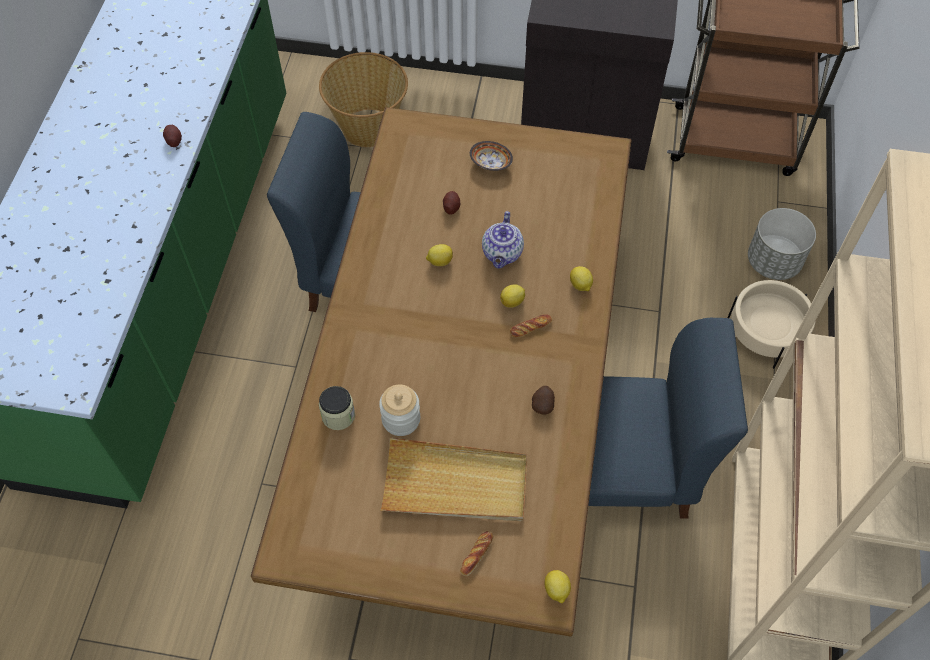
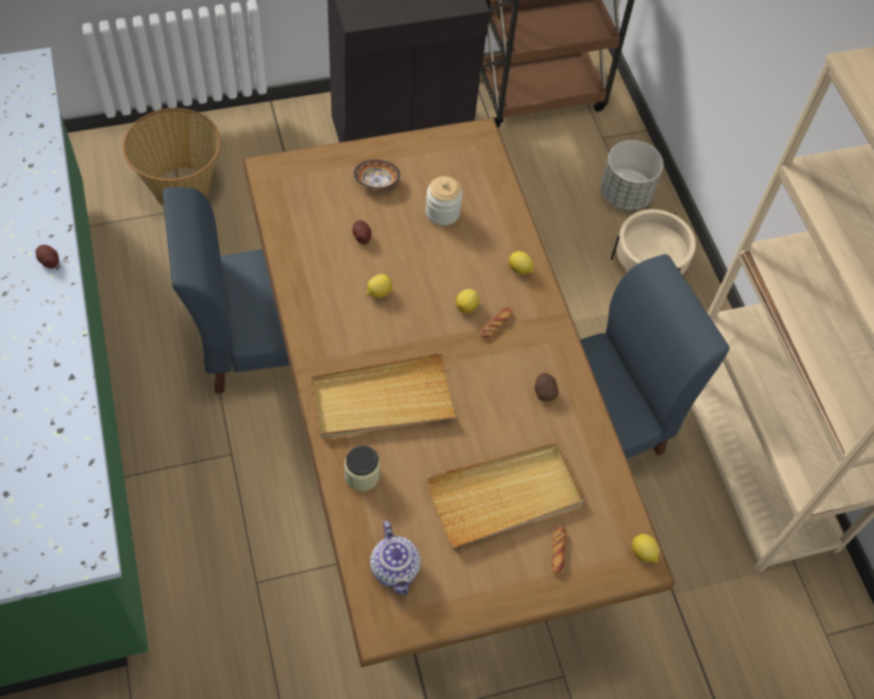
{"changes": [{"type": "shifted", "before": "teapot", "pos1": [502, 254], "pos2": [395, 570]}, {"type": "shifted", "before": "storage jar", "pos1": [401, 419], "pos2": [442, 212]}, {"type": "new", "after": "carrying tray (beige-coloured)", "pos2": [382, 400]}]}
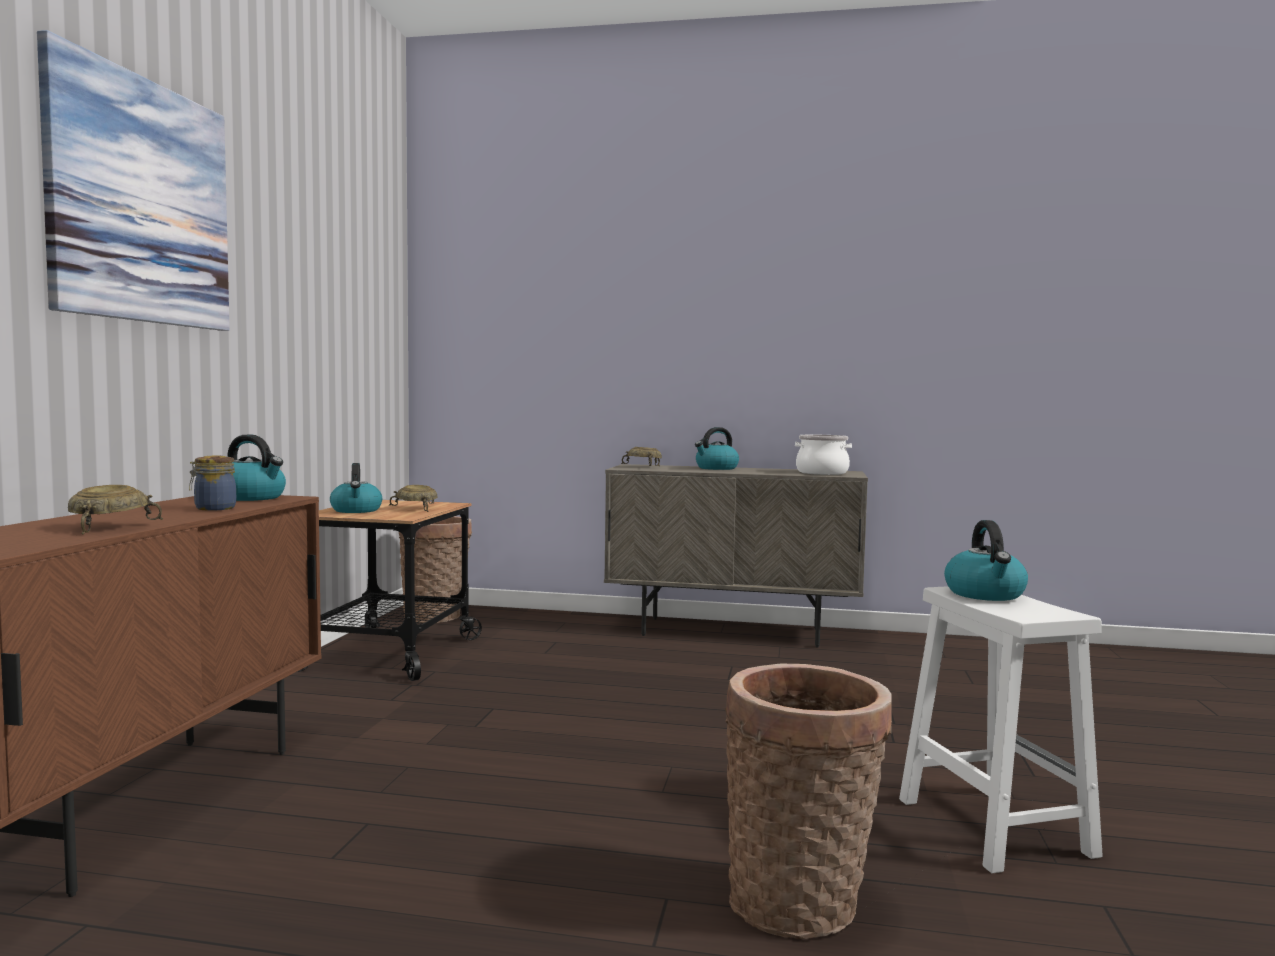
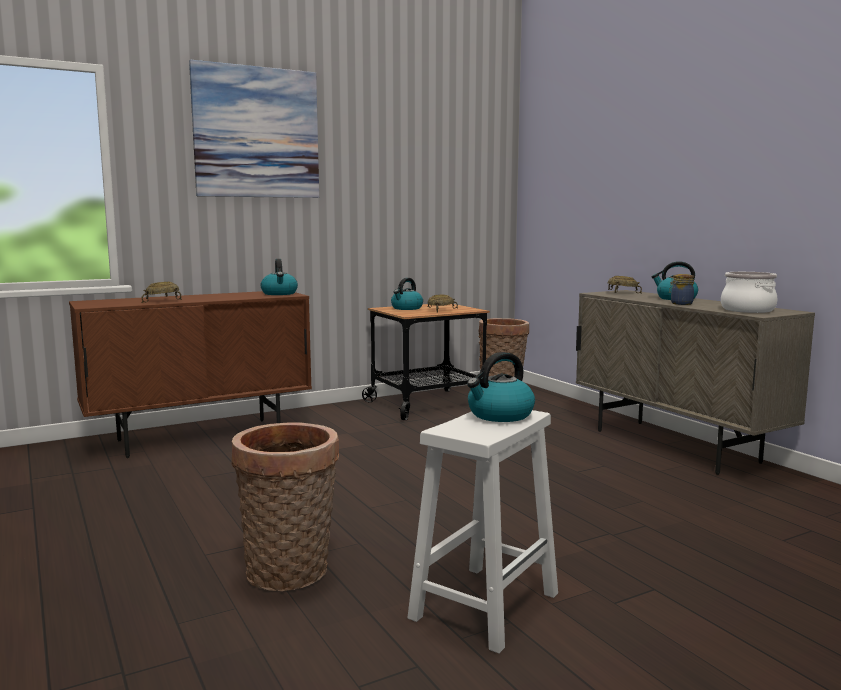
{"changes": [{"type": "shifted", "before": "storage jar", "pos1": [213, 508], "pos2": [680, 303]}]}
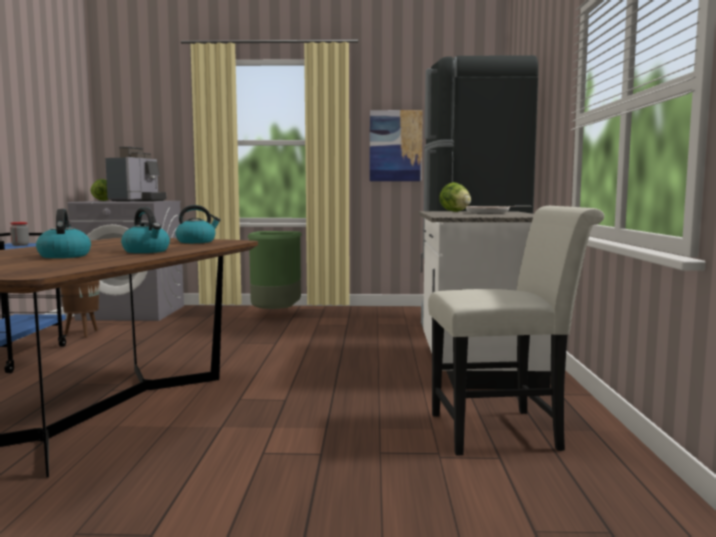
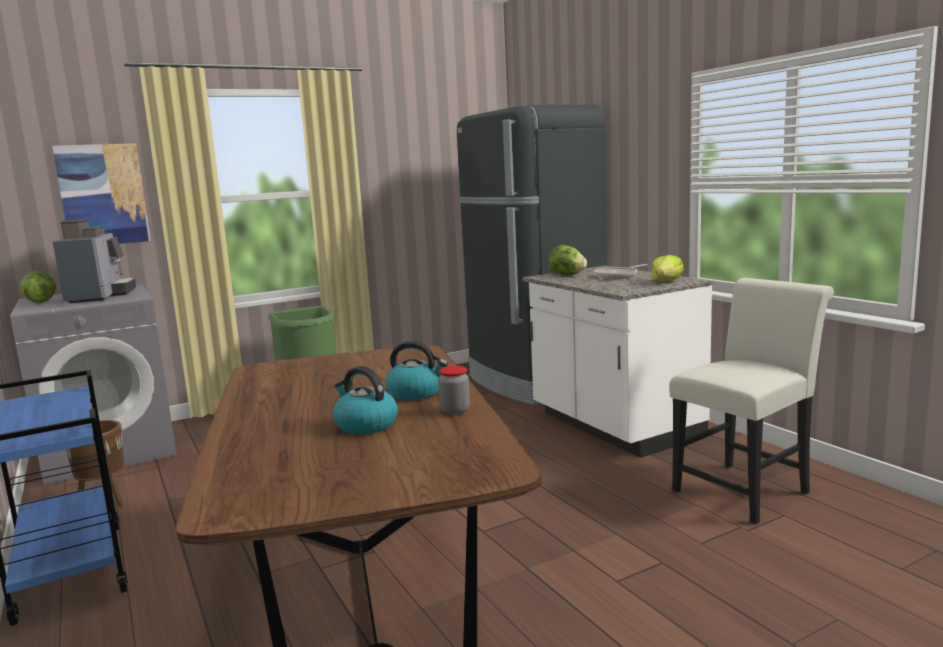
{"changes": [{"type": "shifted", "before": "picture", "pos1": [395, 146], "pos2": [103, 195]}, {"type": "gone", "before": "tea kettle", "pos1": [196, 242]}, {"type": "shifted", "before": "storage jar", "pos1": [20, 245], "pos2": [455, 411]}, {"type": "new", "after": "lettuce", "pos2": [666, 281]}]}
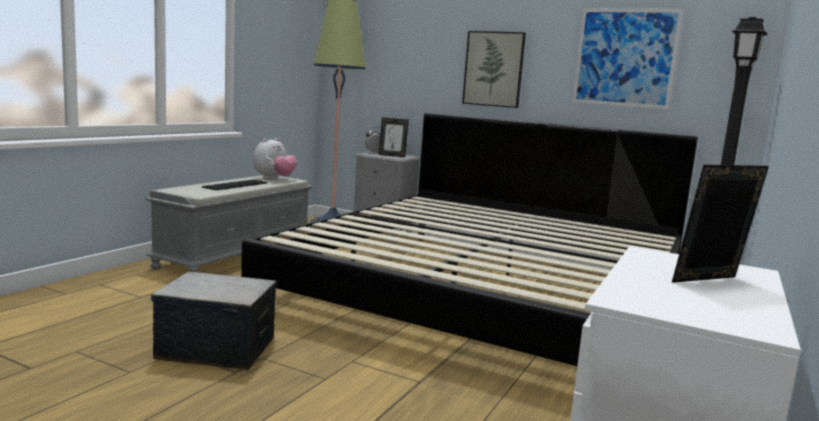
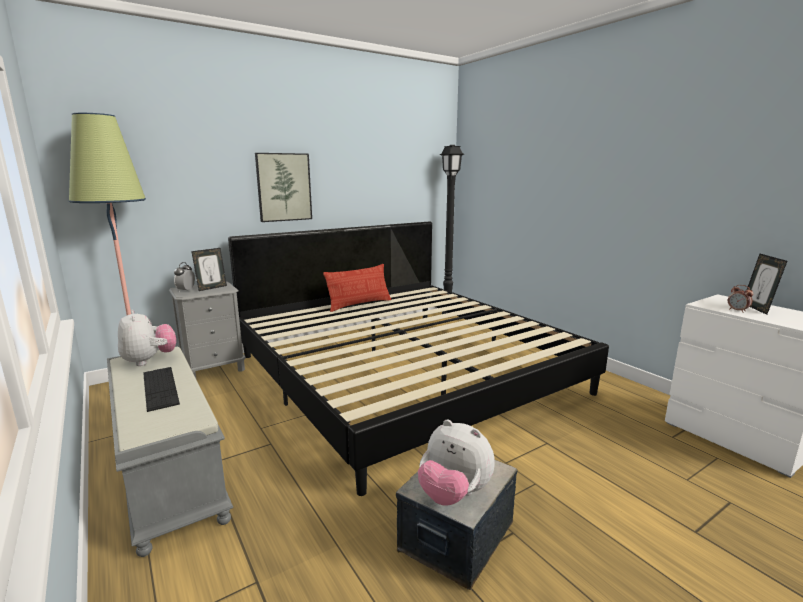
{"changes": [{"type": "gone", "before": "picture", "pos1": [625, 58]}, {"type": "new", "after": "pillow", "pos2": [359, 304]}, {"type": "new", "after": "alarm clock", "pos2": [737, 310]}, {"type": "new", "after": "cuddly toy", "pos2": [453, 494]}]}
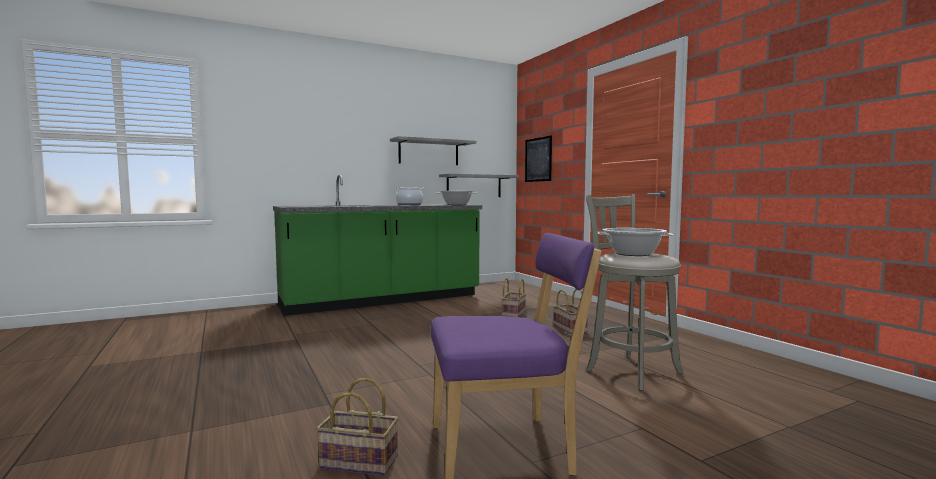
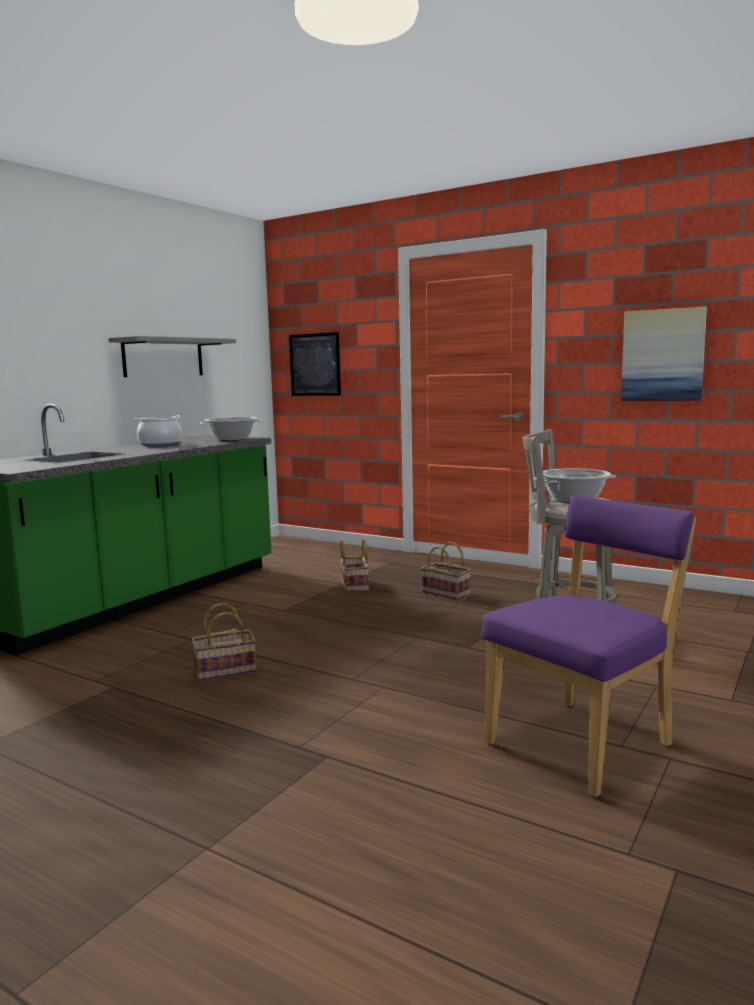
{"changes": [{"type": "gone", "before": "bracket shelf (greyish)", "pos1": [474, 186]}, {"type": "shifted", "before": "household basket", "pos1": [356, 462], "pos2": [224, 671]}, {"type": "new", "after": "picture", "pos2": [663, 355]}]}
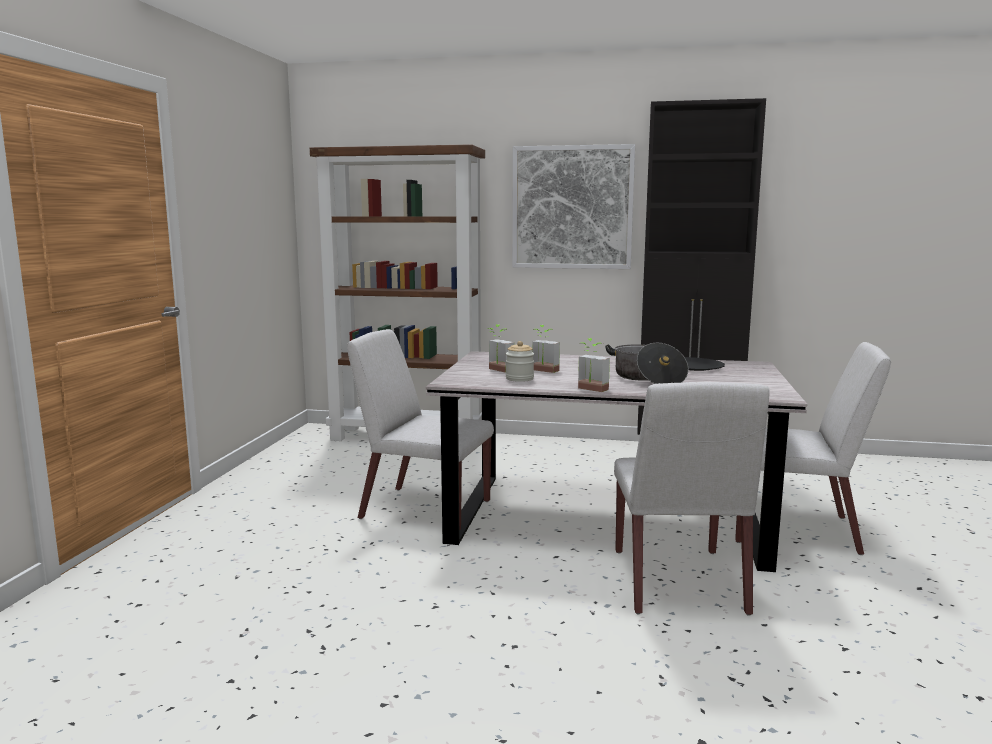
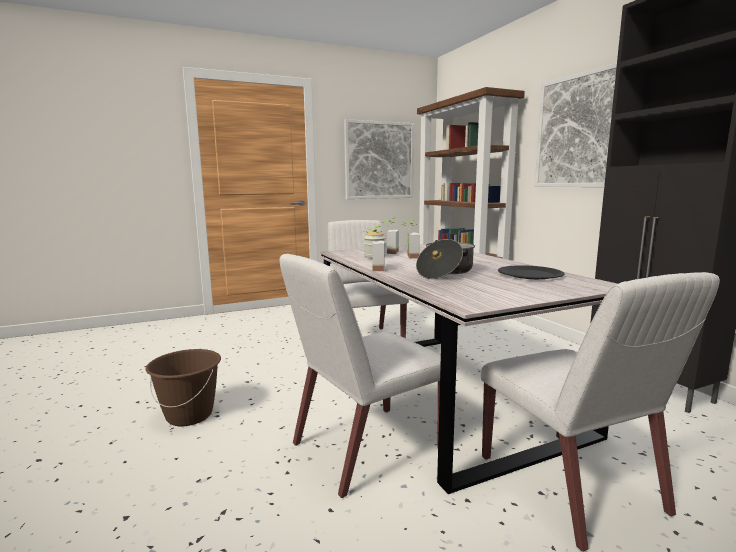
{"changes": [{"type": "new", "after": "picture", "pos2": [379, 160]}, {"type": "new", "after": "bucket (brown)", "pos2": [190, 415]}]}
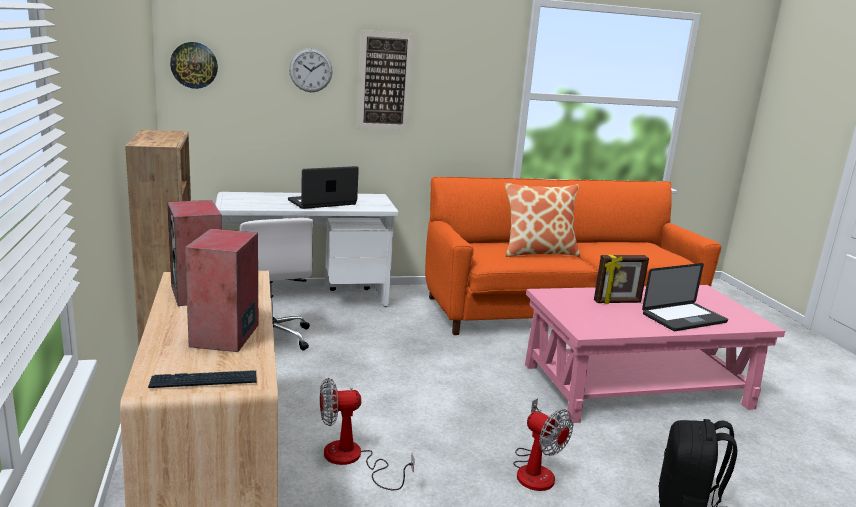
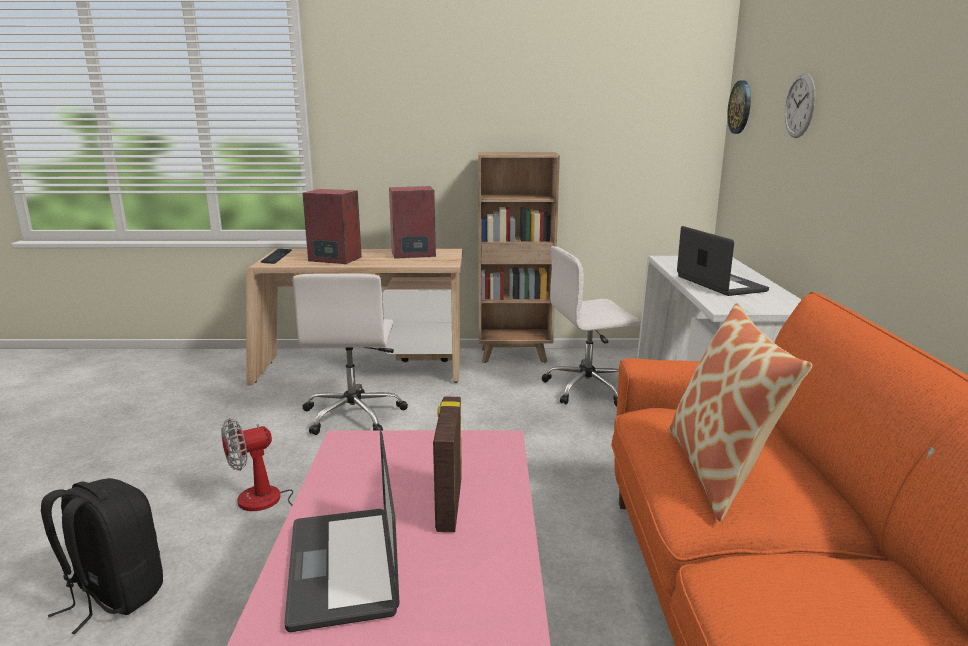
{"changes": [{"type": "gone", "before": "picture", "pos1": [385, 81]}, {"type": "swapped", "before": "electric fan", "after": "desk chair (white-coloured)", "pos1": [352, 459], "pos2": [354, 415]}]}
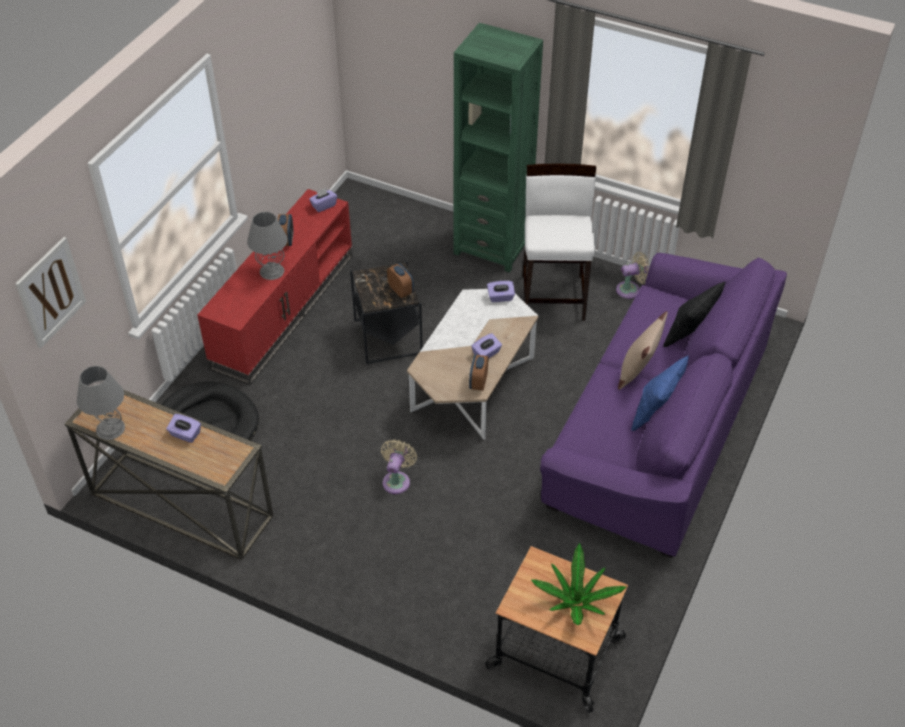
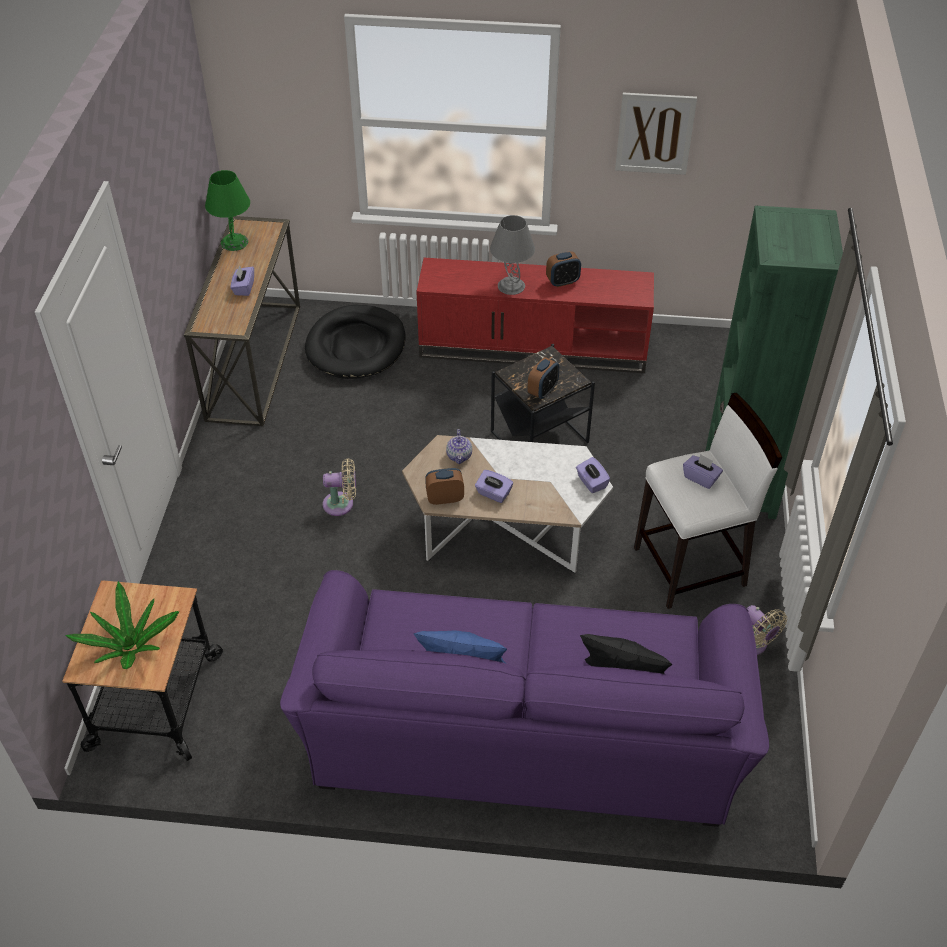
{"changes": [{"type": "shifted", "before": "tissue box (purple)", "pos1": [323, 205], "pos2": [701, 478]}, {"type": "shifted", "before": "picture", "pos1": [50, 292], "pos2": [655, 133]}, {"type": "gone", "before": "pillow (beige-coloured)", "pos1": [638, 371]}, {"type": "repainted", "before": "table lamp (greyish)", "after": "table lamp (greenish)", "pos1": [110, 428], "pos2": [234, 242]}, {"type": "new", "after": "teapot", "pos2": [459, 456]}]}
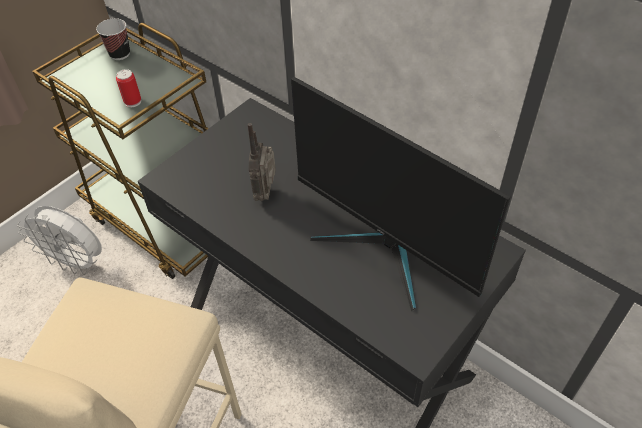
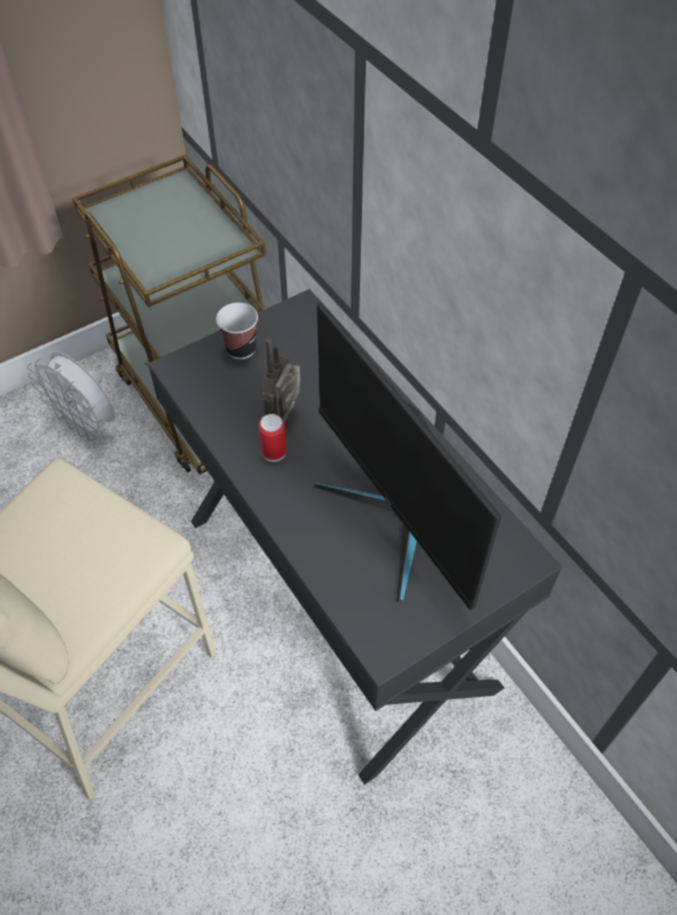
{"changes": [{"type": "shifted", "before": "small cup", "pos1": [120, 54], "pos2": [241, 349]}, {"type": "shifted", "before": "can", "pos1": [133, 102], "pos2": [274, 452]}]}
